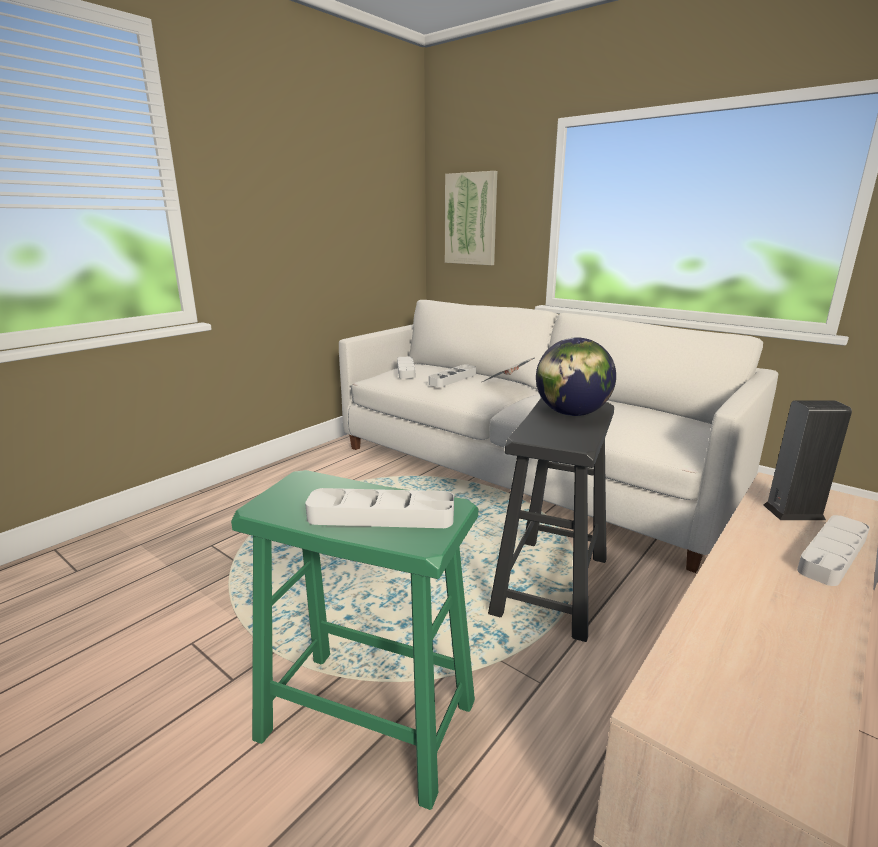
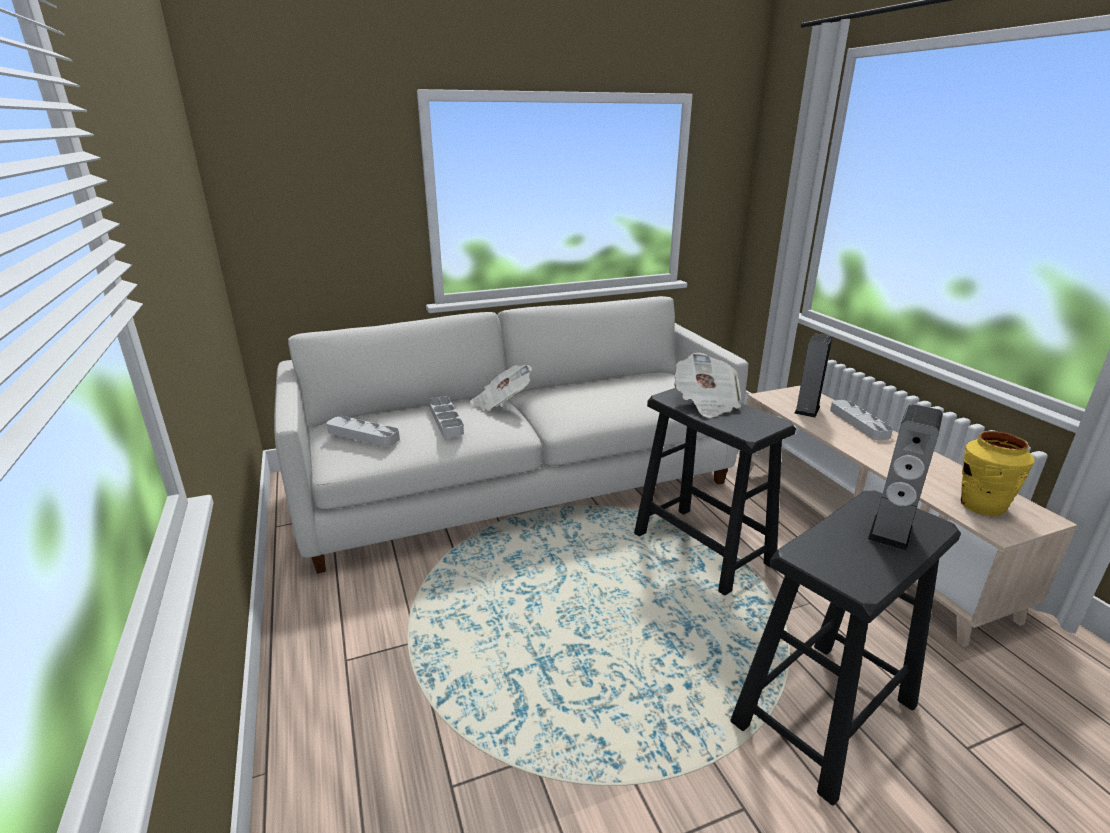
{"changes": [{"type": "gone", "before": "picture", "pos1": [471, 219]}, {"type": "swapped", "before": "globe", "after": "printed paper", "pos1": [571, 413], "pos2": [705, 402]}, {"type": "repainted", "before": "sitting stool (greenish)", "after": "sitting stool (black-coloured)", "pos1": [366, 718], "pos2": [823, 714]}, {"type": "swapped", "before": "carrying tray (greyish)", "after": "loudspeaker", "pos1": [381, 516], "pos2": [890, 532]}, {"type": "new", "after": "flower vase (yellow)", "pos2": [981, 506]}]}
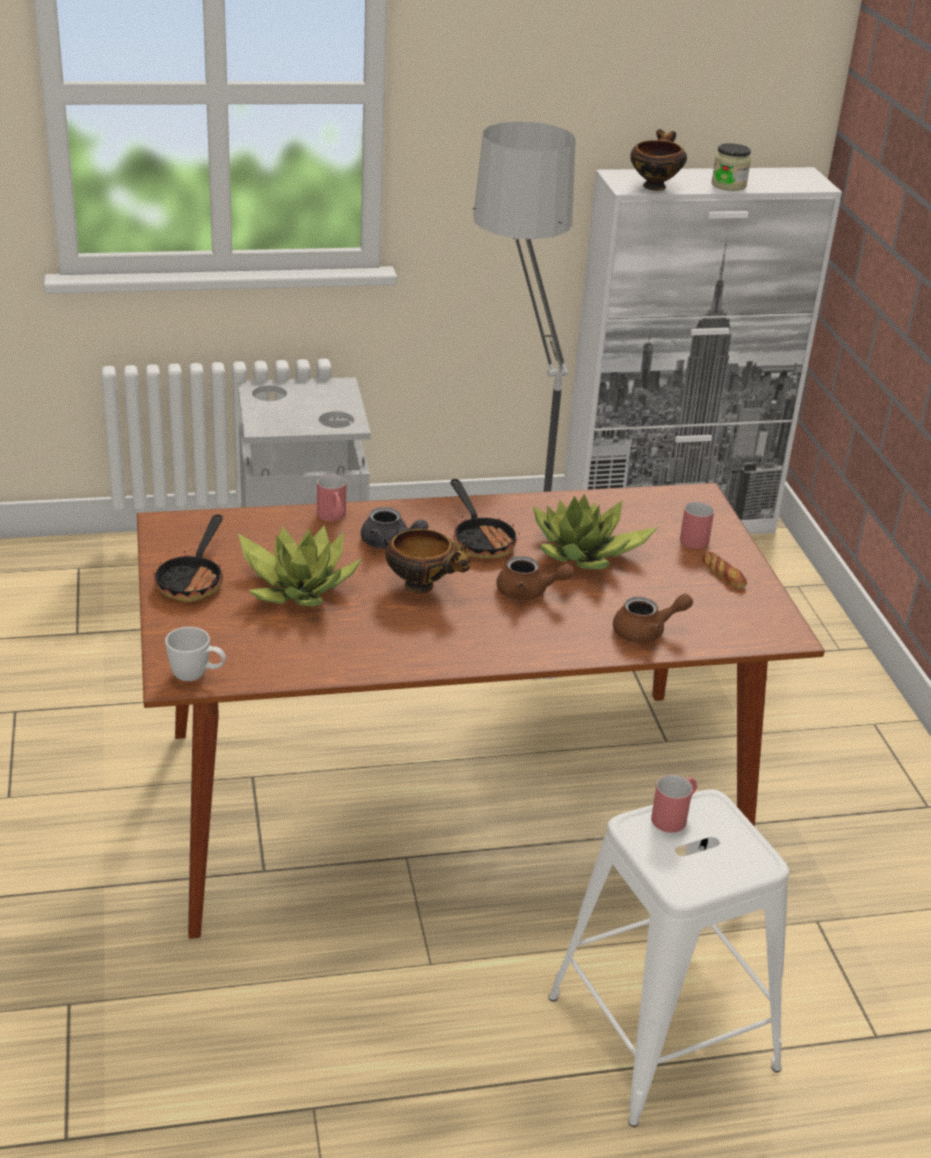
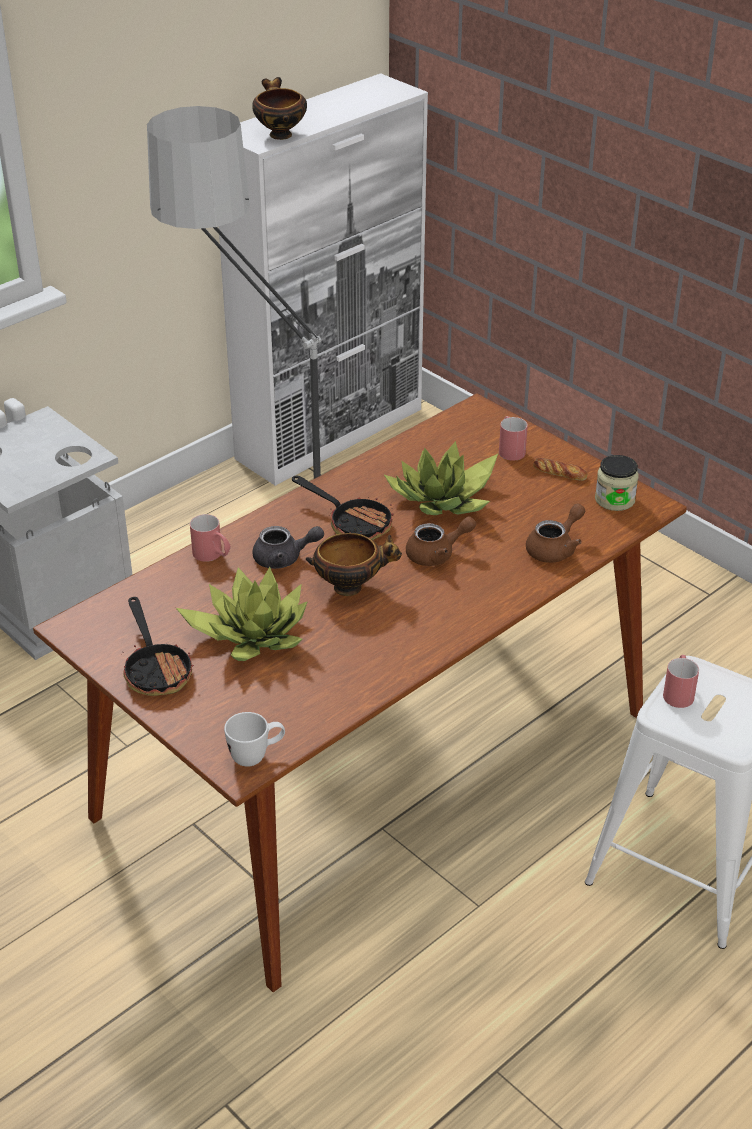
{"changes": [{"type": "shifted", "before": "storage jar", "pos1": [728, 185], "pos2": [614, 499]}]}
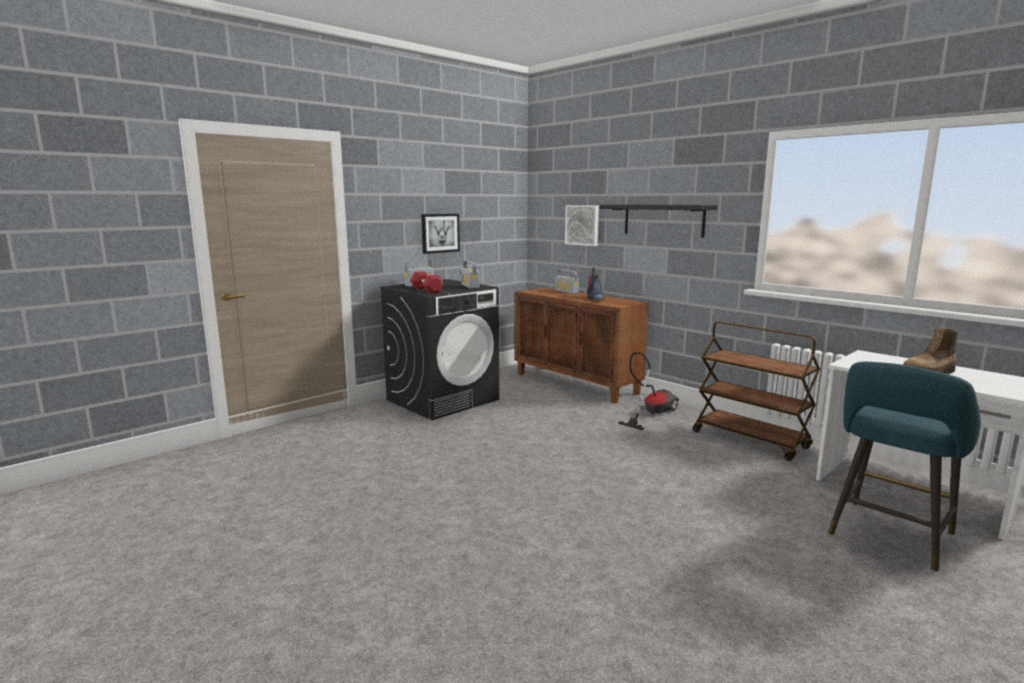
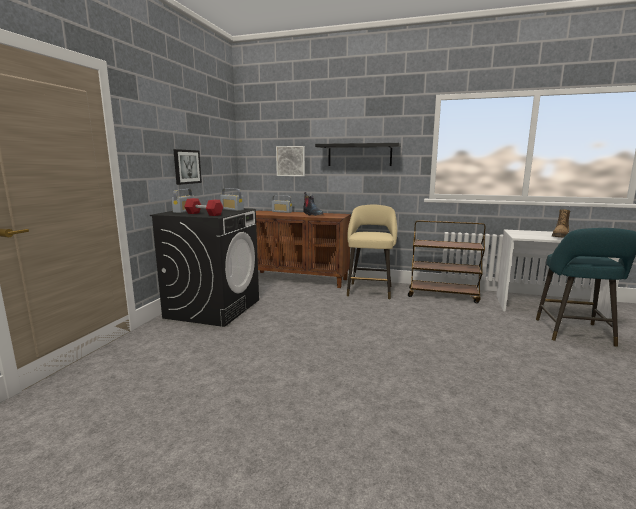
{"changes": [{"type": "swapped", "before": "vacuum", "after": "sitting stool (beige-coloured)", "pos1": [650, 413], "pos2": [370, 290]}]}
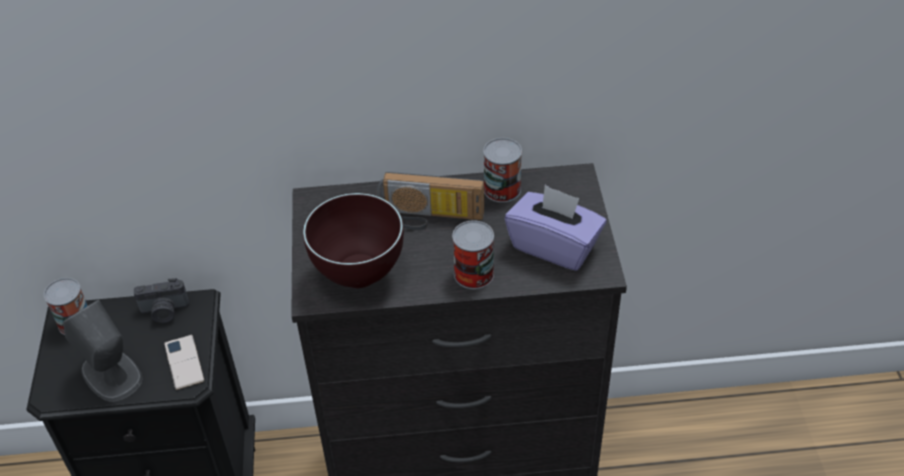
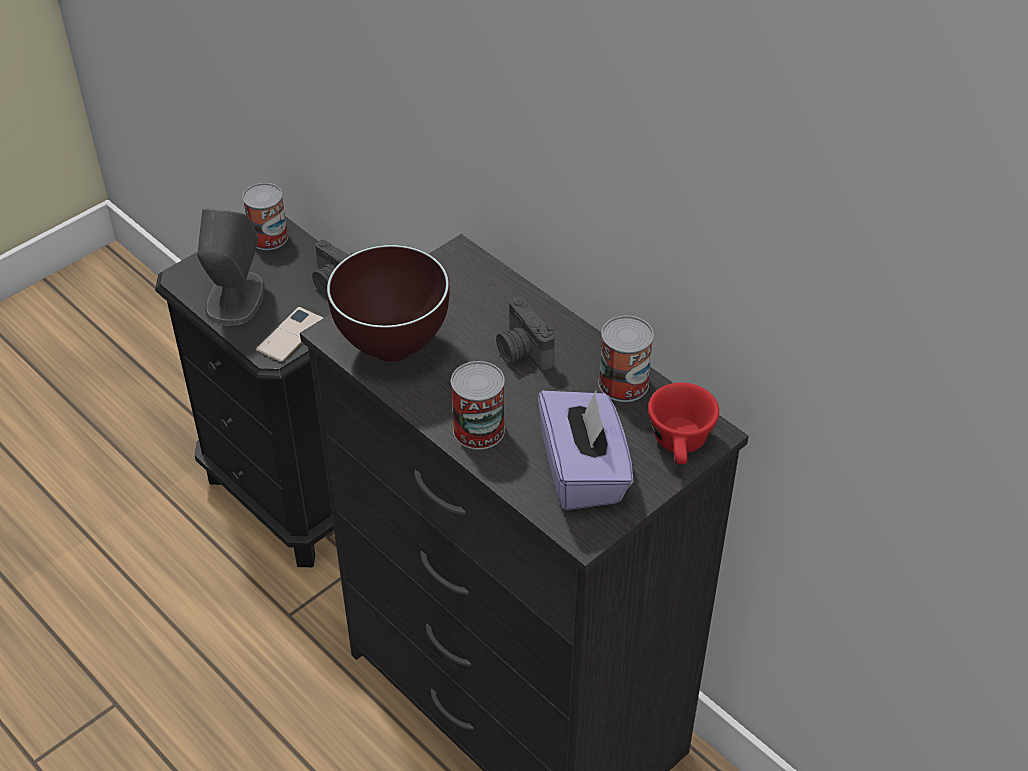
{"changes": [{"type": "swapped", "before": "radio receiver", "after": "photo camera", "pos1": [429, 218], "pos2": [522, 352]}, {"type": "new", "after": "small cup (red-coloured)", "pos2": [681, 445]}]}
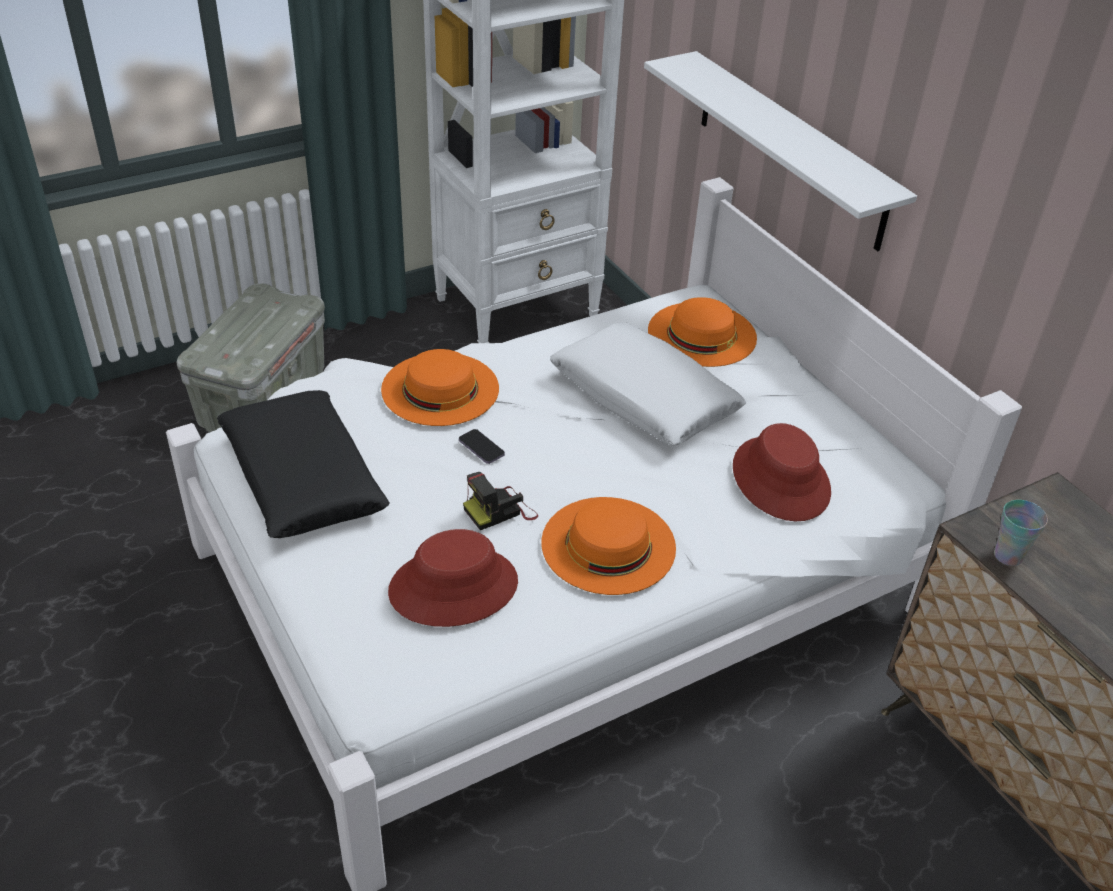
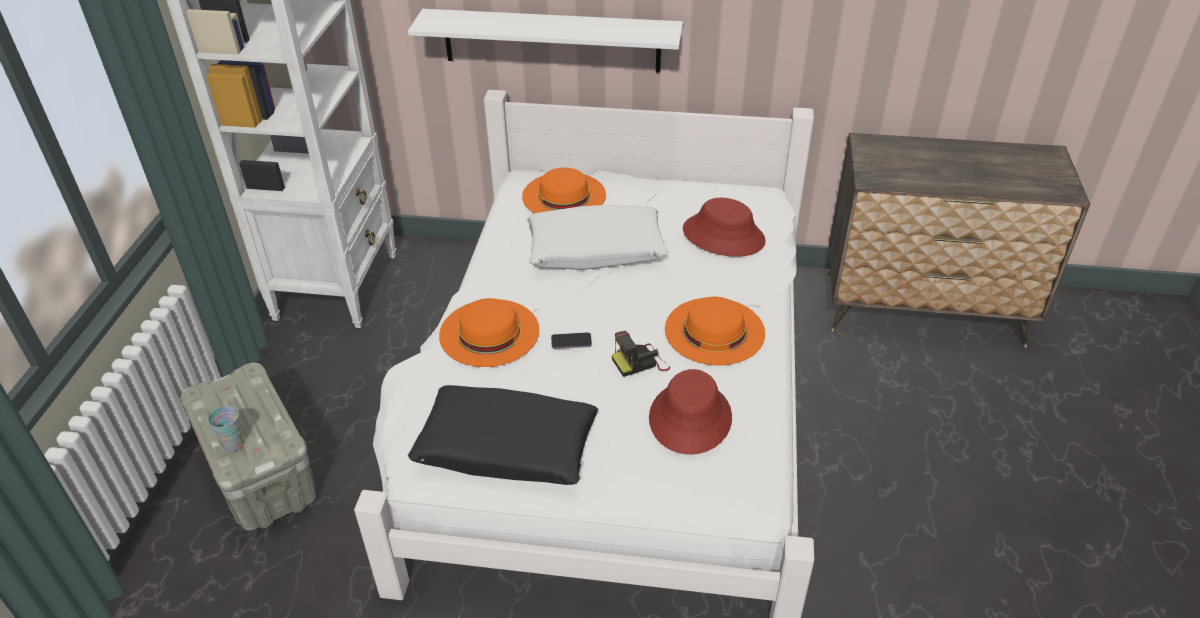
{"changes": [{"type": "rotated", "before": "photo camera", "pos1": [500, 510], "pos2": [640, 362], "turn": 60}, {"type": "shifted", "before": "small cup", "pos1": [1008, 556], "pos2": [234, 444]}]}
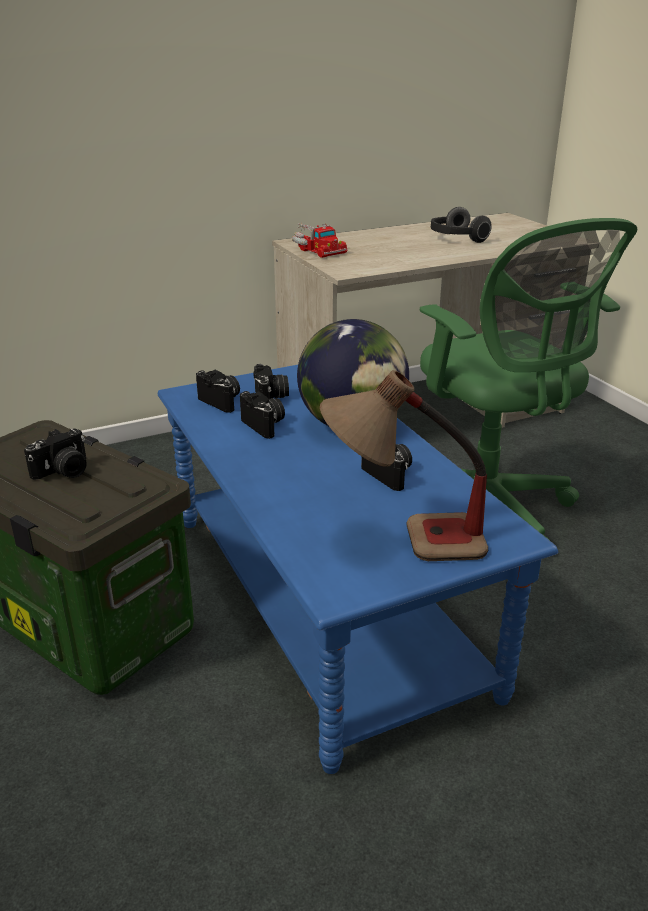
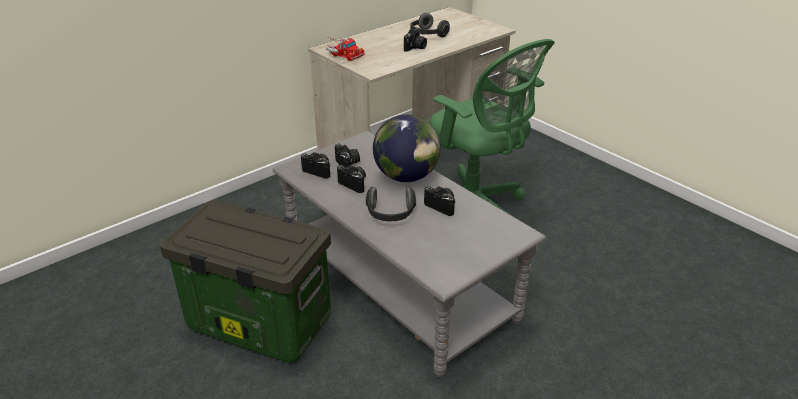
{"changes": [{"type": "repainted", "before": "lounge table (bluish)", "after": "lounge table (greyish)", "pos1": [323, 599], "pos2": [398, 282]}, {"type": "gone", "before": "table lamp", "pos1": [402, 542]}, {"type": "shifted", "before": "photo camera", "pos1": [63, 472], "pos2": [415, 48]}, {"type": "new", "after": "headphones", "pos2": [390, 215]}]}
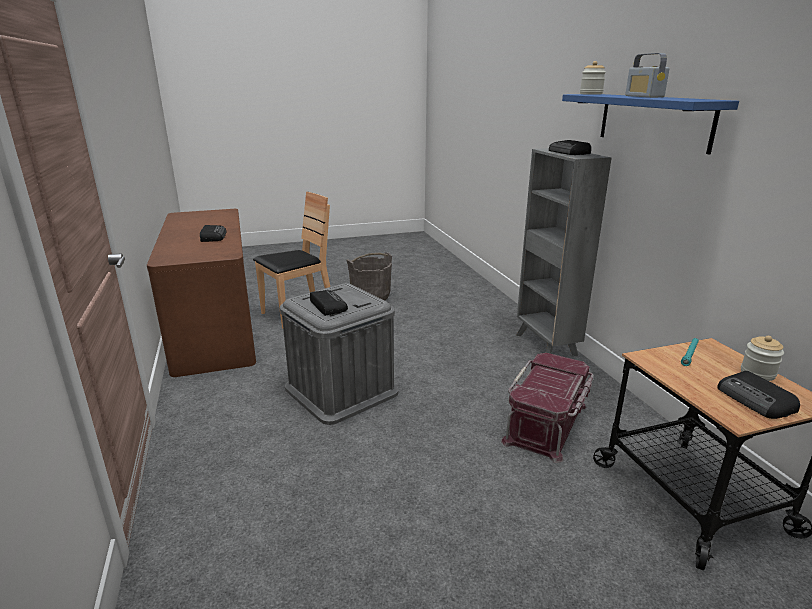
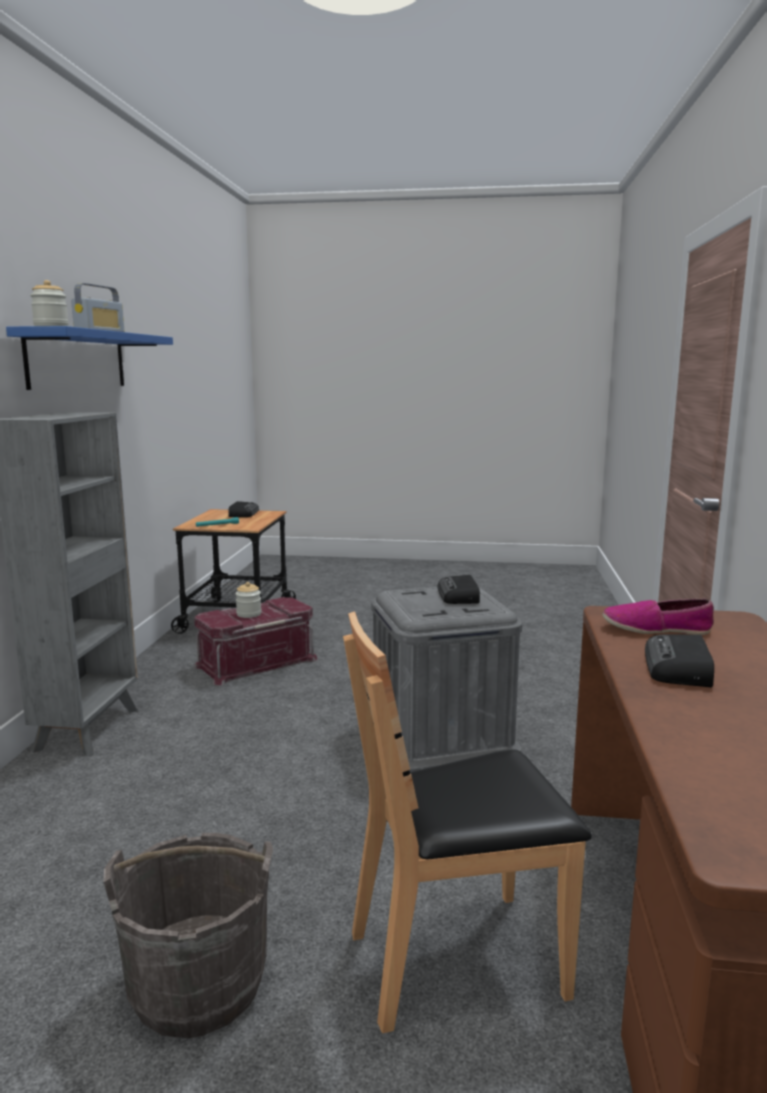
{"changes": [{"type": "gone", "before": "radio receiver", "pos1": [569, 152]}, {"type": "shifted", "before": "storage jar", "pos1": [757, 373], "pos2": [249, 614]}, {"type": "new", "after": "shoe", "pos2": [656, 629]}]}
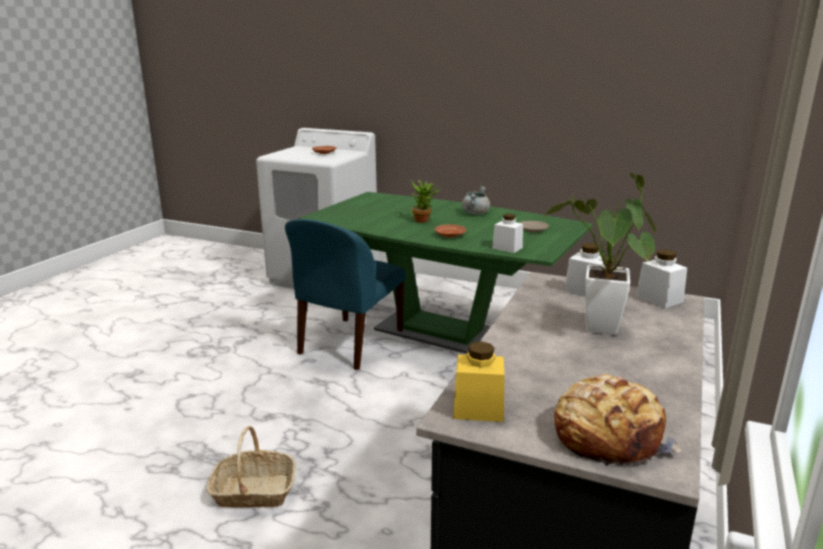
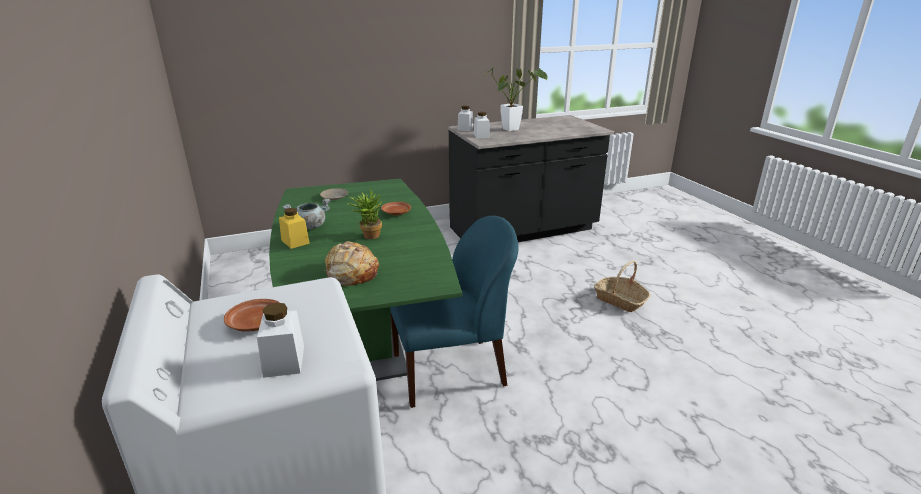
{"changes": [{"type": "shifted", "before": "storage jar (white-coloured)", "pos1": [507, 248], "pos2": [284, 361]}, {"type": "shifted", "before": "storage jar (yellow)", "pos1": [478, 409], "pos2": [295, 241]}, {"type": "shifted", "before": "bread", "pos1": [608, 435], "pos2": [351, 273]}]}
